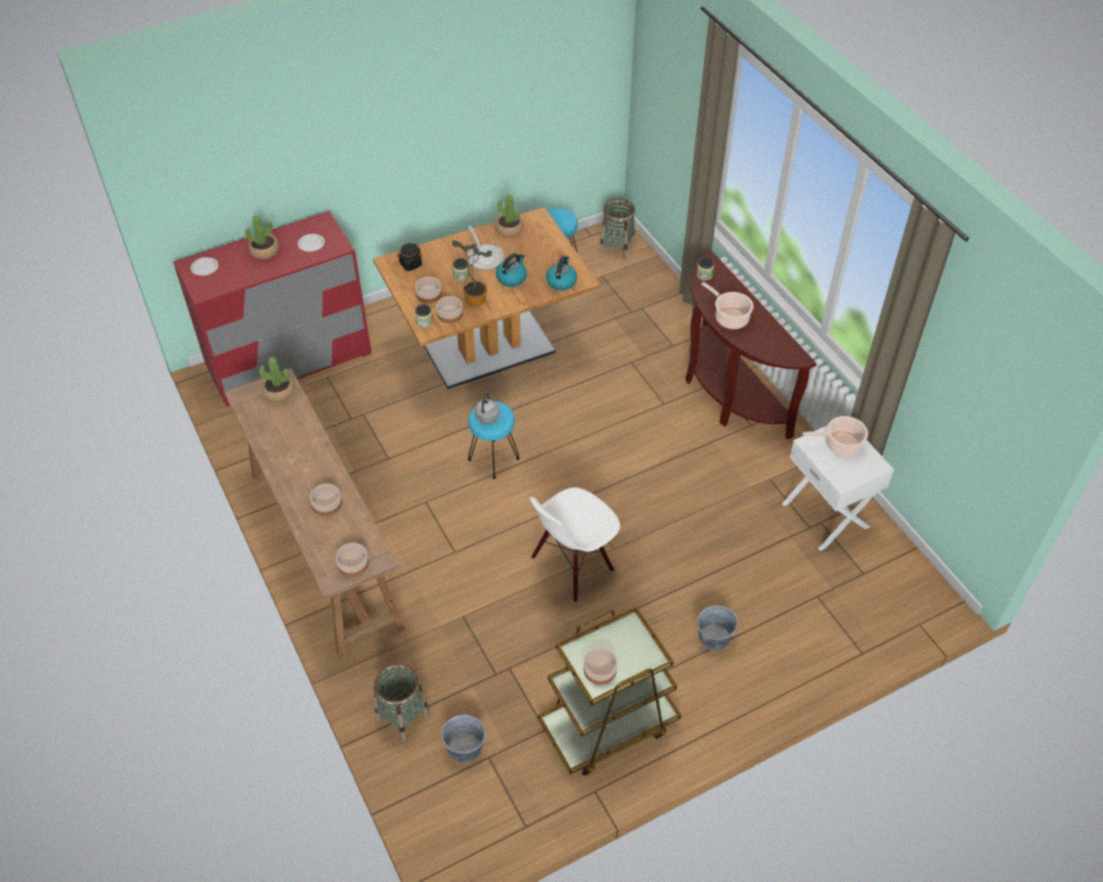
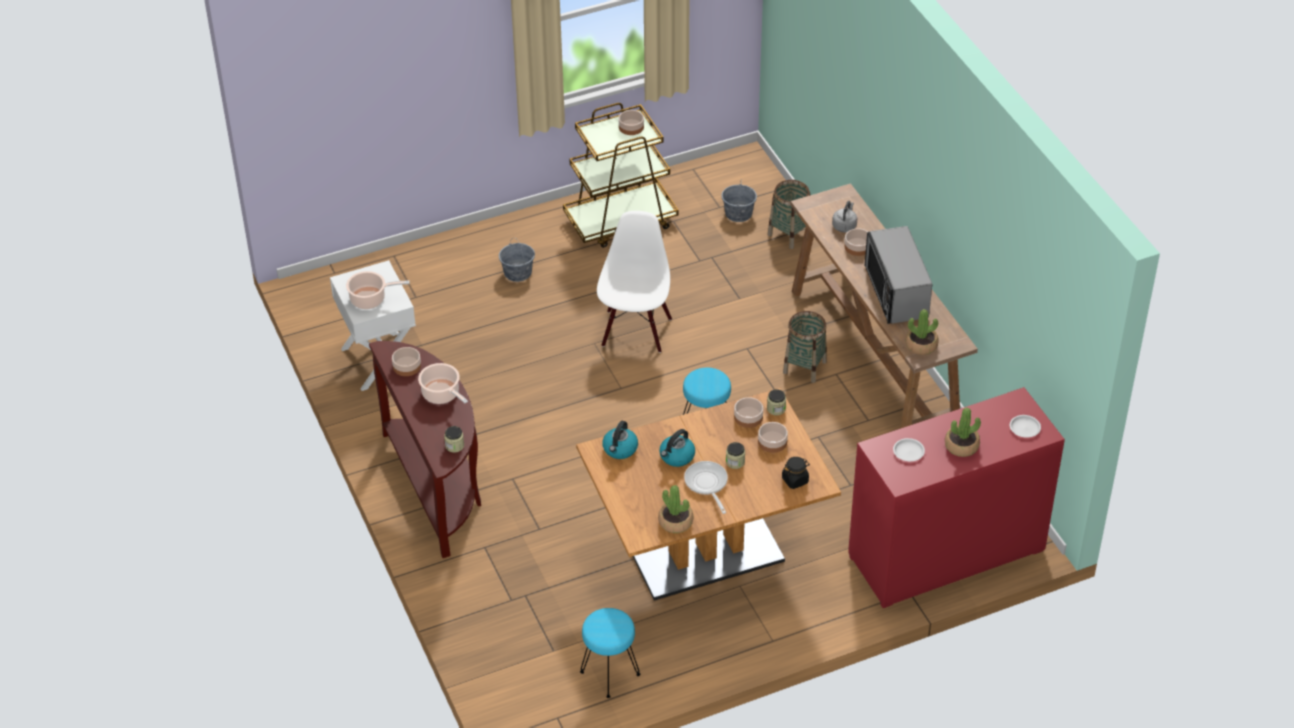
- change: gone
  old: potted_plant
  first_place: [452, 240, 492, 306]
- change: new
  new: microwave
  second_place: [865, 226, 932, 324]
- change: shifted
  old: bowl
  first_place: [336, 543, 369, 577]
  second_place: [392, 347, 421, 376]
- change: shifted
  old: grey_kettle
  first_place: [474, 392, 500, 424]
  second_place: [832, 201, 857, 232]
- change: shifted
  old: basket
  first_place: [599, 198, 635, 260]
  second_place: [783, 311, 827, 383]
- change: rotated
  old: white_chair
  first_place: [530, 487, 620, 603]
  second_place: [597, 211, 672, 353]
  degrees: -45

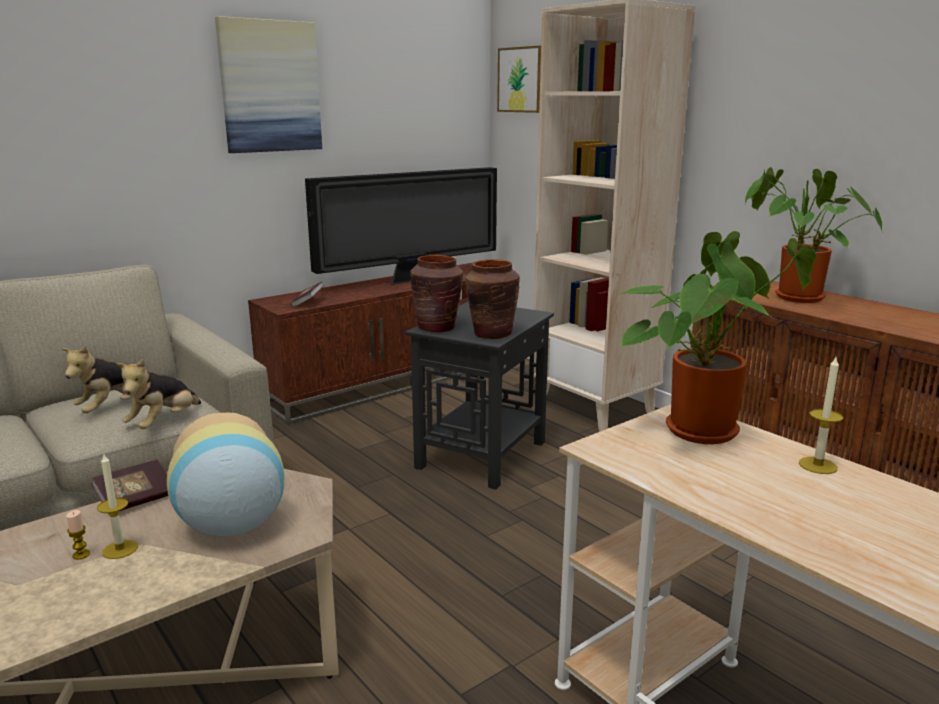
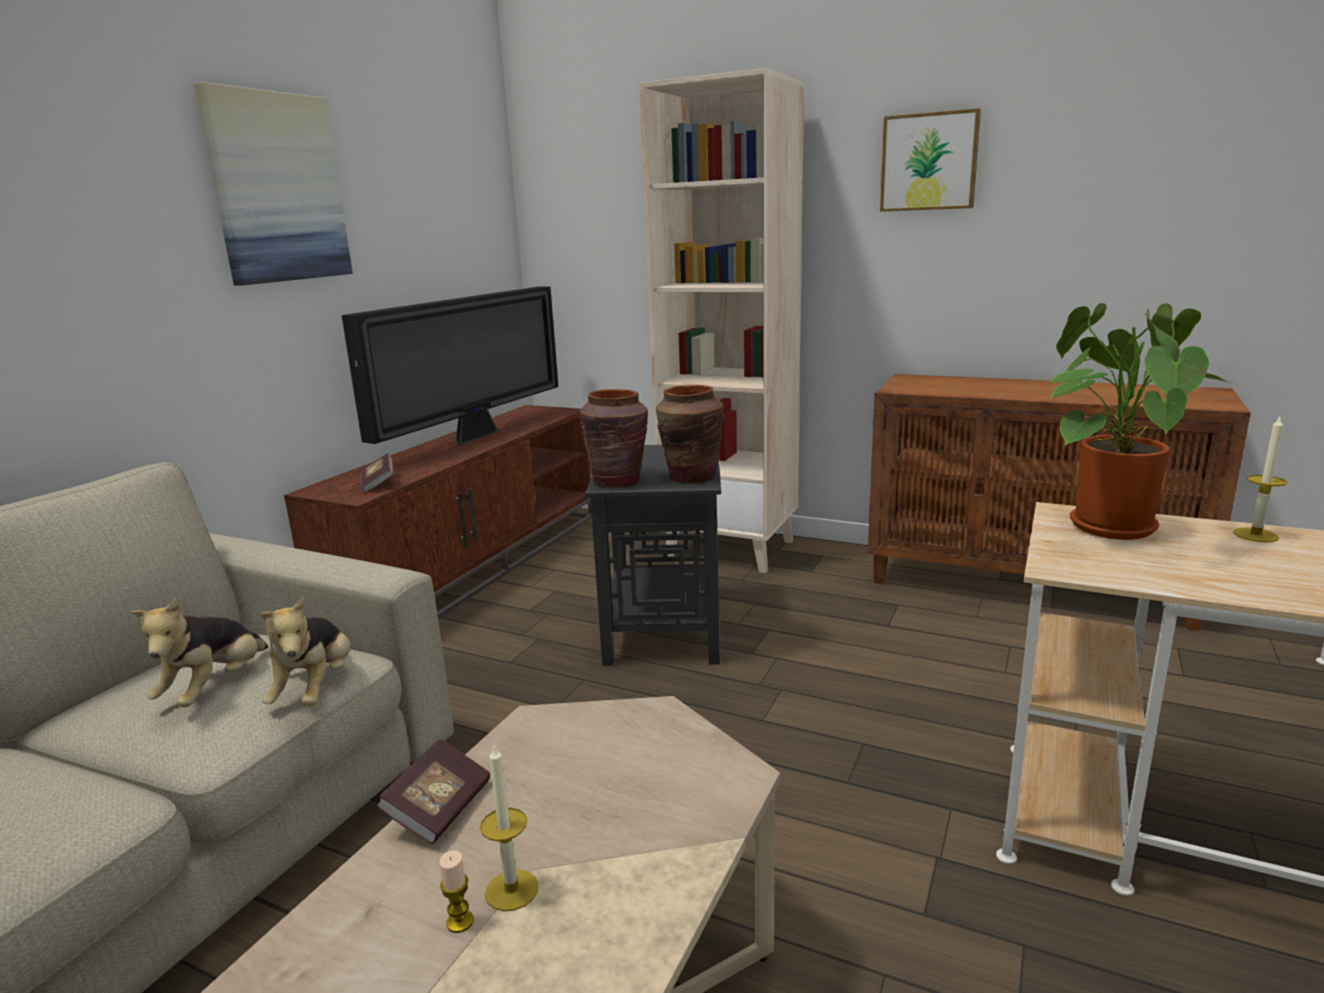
- change: gone
  old: vase
  first_place: [167, 413, 285, 536]
- change: gone
  old: potted_plant
  first_place: [745, 167, 882, 303]
- change: shifted
  old: picture
  first_place: [497, 45, 541, 113]
  second_place: [880, 108, 981, 212]

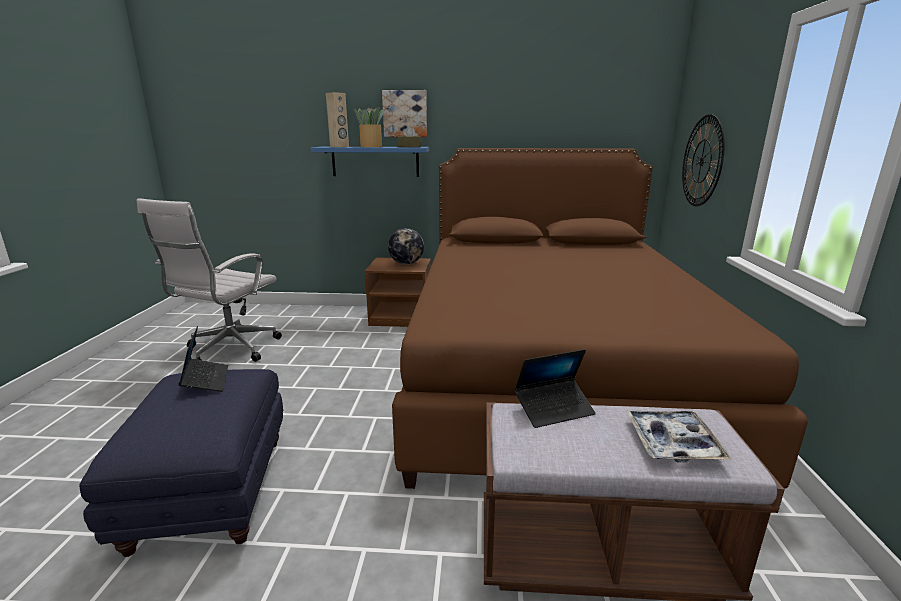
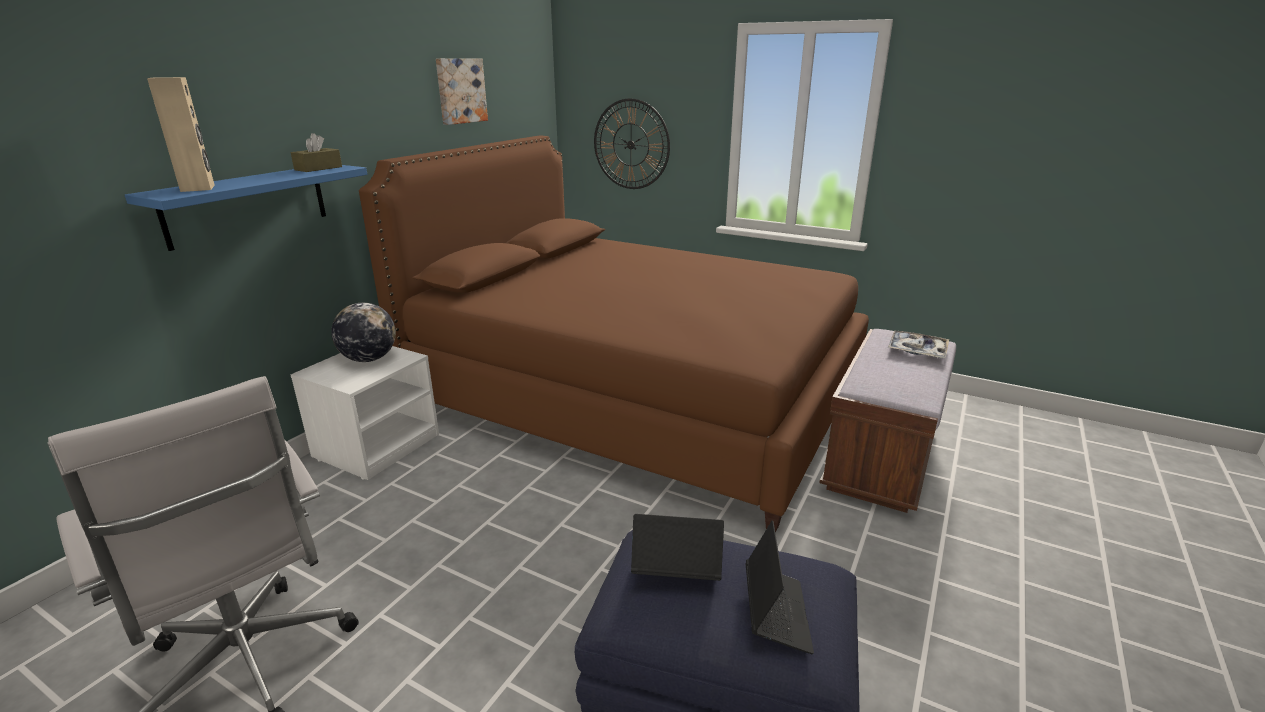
- change: gone
  old: potted_plant
  first_place: [354, 107, 384, 147]
- change: shifted
  old: picture
  first_place: [382, 90, 427, 137]
  second_place: [436, 58, 488, 125]
- change: shifted
  old: laptop
  first_place: [514, 349, 596, 428]
  second_place: [746, 521, 814, 655]
- change: repainted
  old: brown_nightstand
  new: white_nightstand
  first_place: [365, 258, 431, 327]
  second_place: [291, 346, 439, 480]

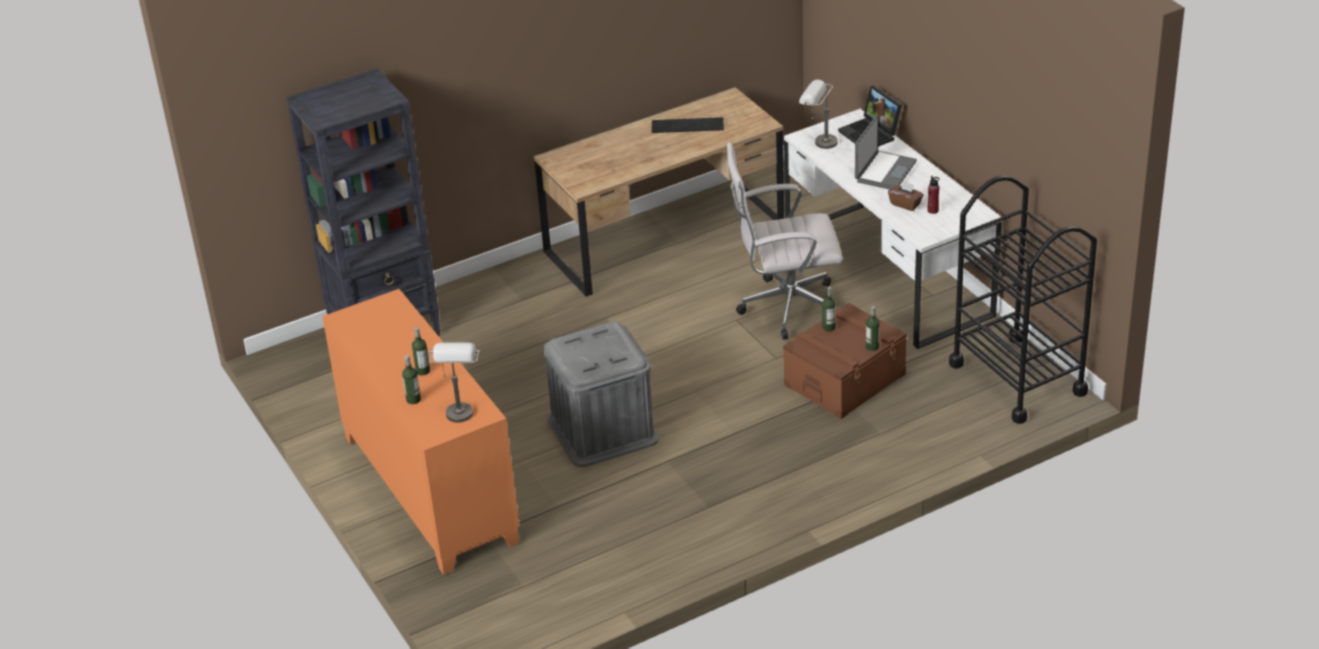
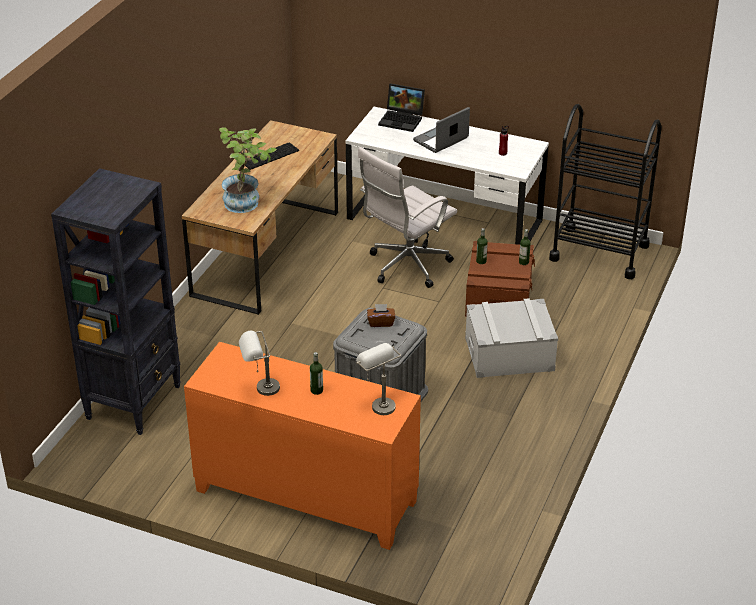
- change: gone
  old: bottle
  first_place: [402, 355, 421, 404]
- change: new
  new: potted_plant
  second_place: [219, 128, 277, 213]
- change: new
  new: grey_storage_box
  second_place: [465, 298, 558, 378]
- change: shifted
  old: grey_table_lamp
  first_place: [799, 80, 838, 149]
  second_place: [239, 331, 280, 396]
- change: shifted
  old: brown_tissue_box
  first_place: [888, 181, 924, 211]
  second_place: [367, 304, 395, 327]
- change: rotated
  old: laptop
  first_place: [855, 115, 917, 190]
  second_place: [413, 107, 470, 153]
  degrees: -120

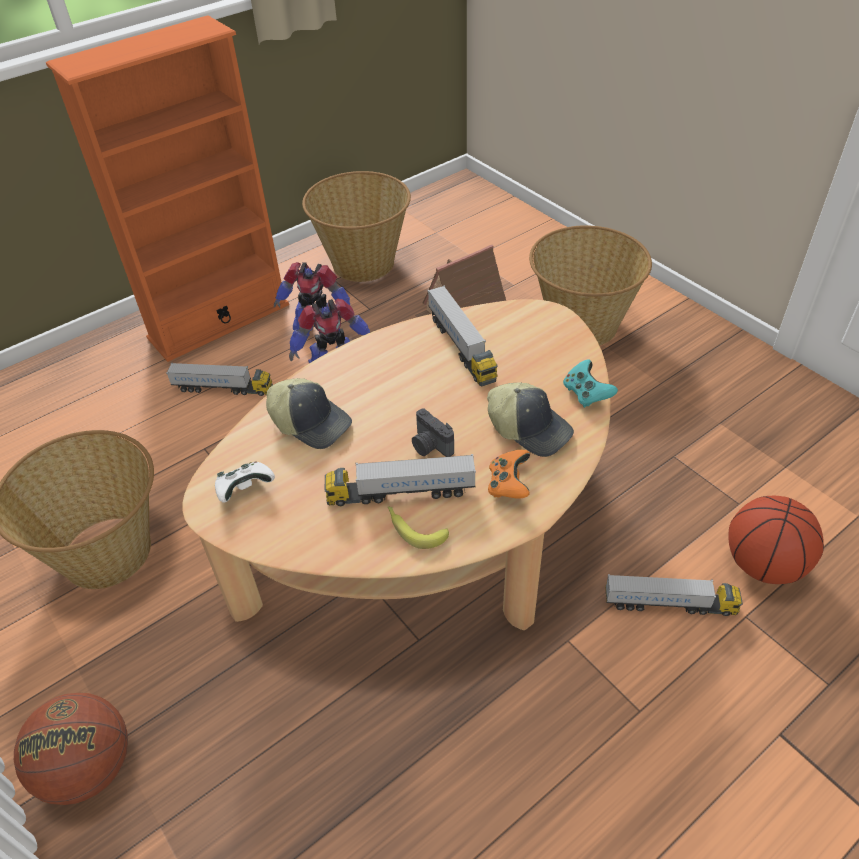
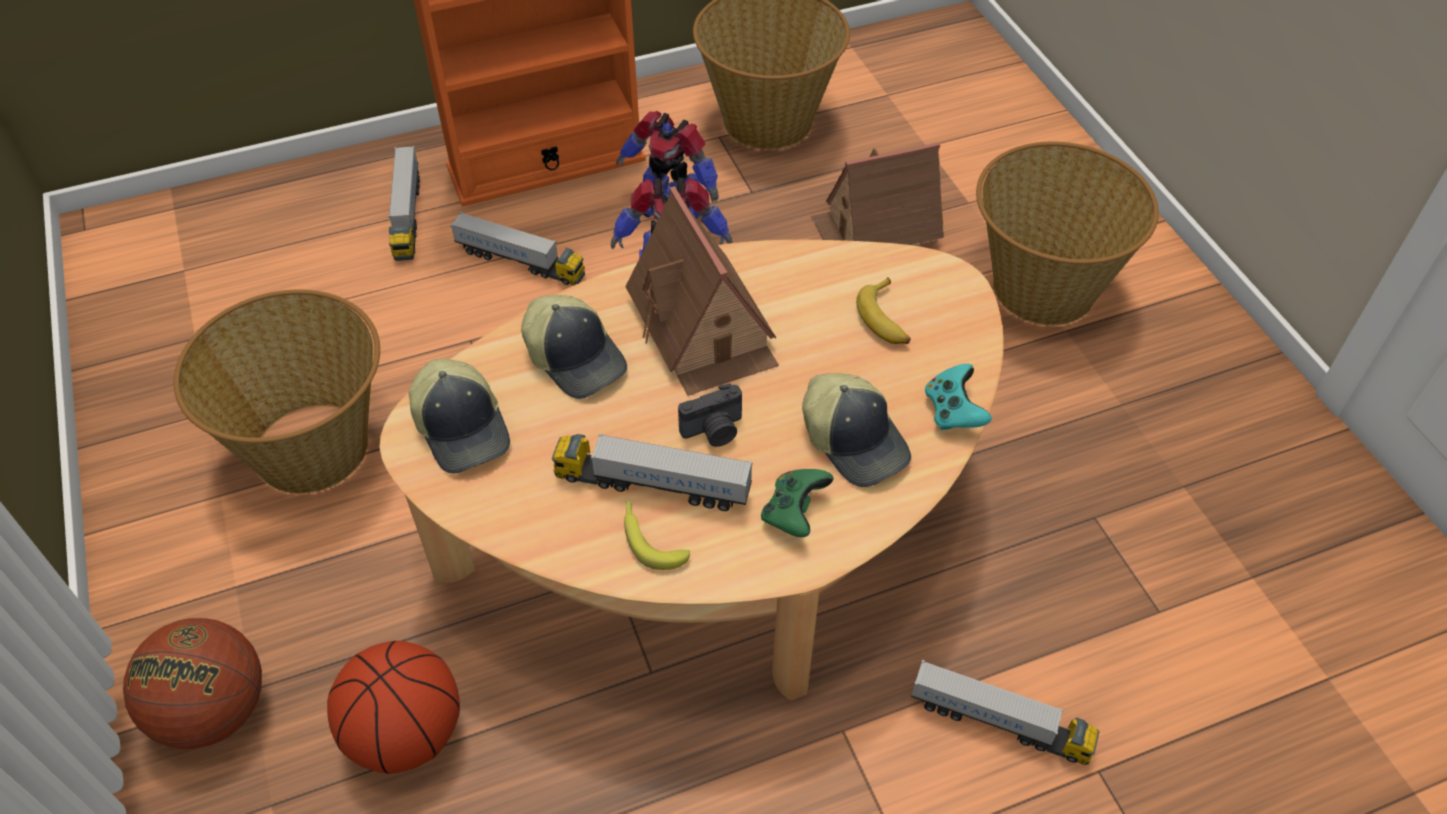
- change: new
  new: toy_house
  second_place: [625, 186, 779, 396]
- change: new
  new: banana
  second_place: [856, 277, 911, 344]
- change: shifted
  old: toy_truck
  first_place: [427, 285, 498, 386]
  second_place: [388, 146, 420, 261]
- change: shifted
  old: basketball
  first_place: [728, 496, 824, 584]
  second_place: [327, 641, 460, 774]
- change: swapped
  old: white_game_controller
  new: cap
  first_place: [215, 461, 275, 502]
  second_place: [409, 359, 510, 473]
- change: repainted
  old: orange_game_controller
  new: green_game_controller
  first_place: [488, 450, 530, 499]
  second_place: [761, 469, 834, 537]
- change: rotated
  old: photo_camera
  first_place: [412, 408, 454, 457]
  second_place: [678, 383, 742, 447]
  degrees: -90

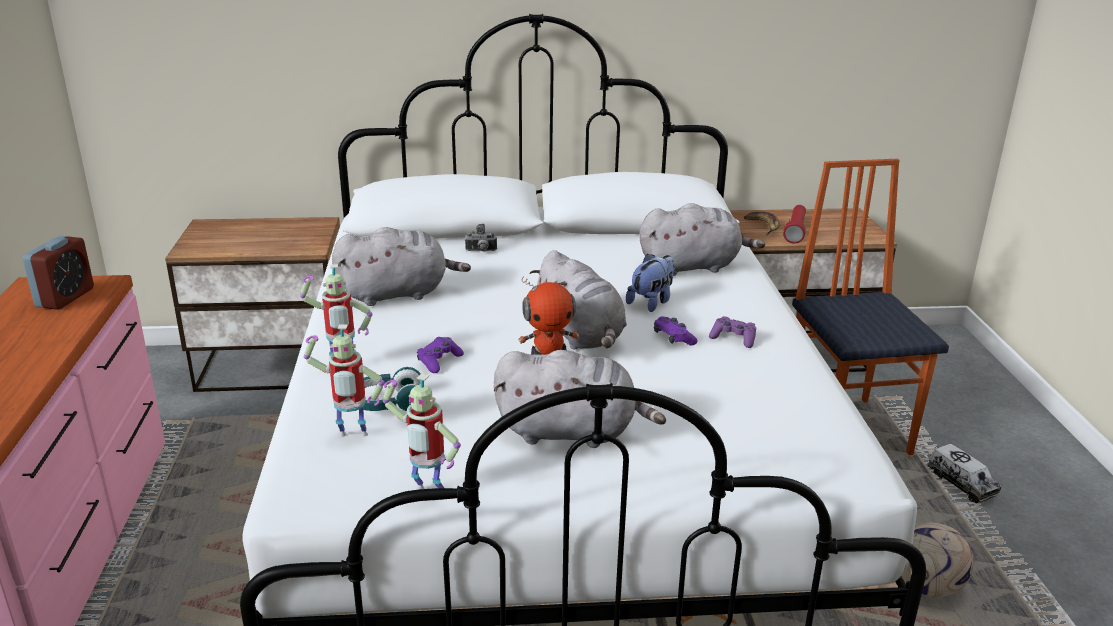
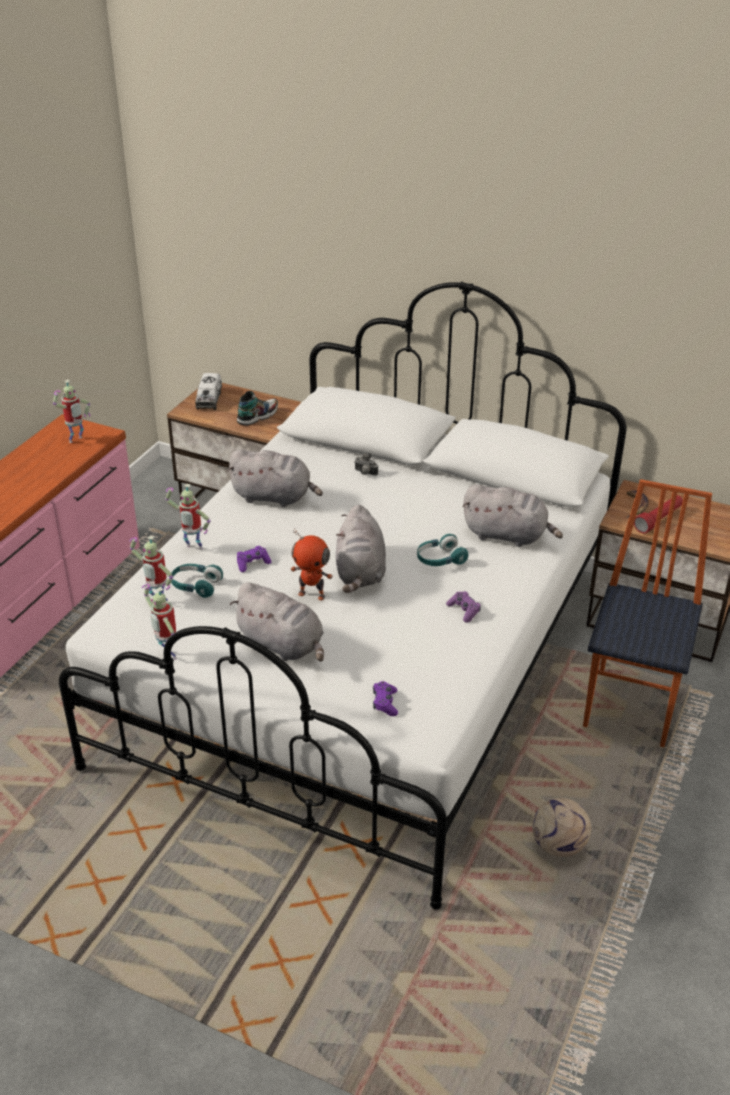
- change: new
  new: shoe
  second_place: [237, 391, 278, 426]
- change: shifted
  old: purple_game_controller
  first_place: [654, 317, 698, 345]
  second_place: [373, 681, 398, 716]
- change: shifted
  old: toy_truck
  first_place: [927, 444, 1001, 503]
  second_place: [195, 373, 222, 410]
- change: swapped
  old: alarm_clock
  new: toy_robot
  first_place: [23, 236, 94, 310]
  second_place: [53, 380, 91, 443]
- change: swapped
  old: plush_toy
  new: turquoise_headphones
  first_place: [626, 253, 675, 312]
  second_place: [417, 534, 468, 566]

